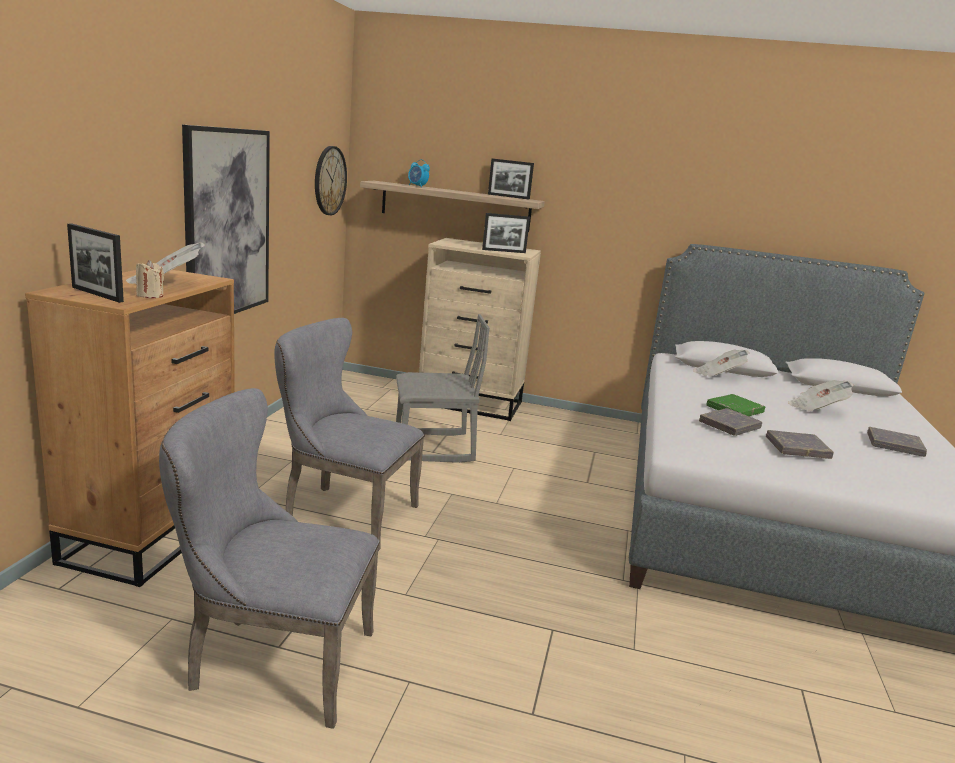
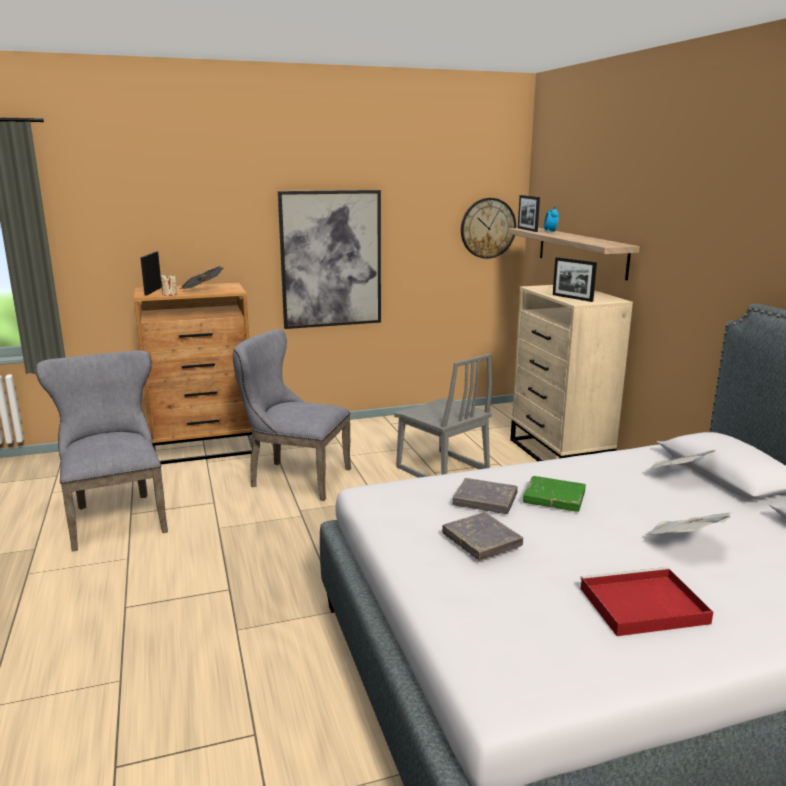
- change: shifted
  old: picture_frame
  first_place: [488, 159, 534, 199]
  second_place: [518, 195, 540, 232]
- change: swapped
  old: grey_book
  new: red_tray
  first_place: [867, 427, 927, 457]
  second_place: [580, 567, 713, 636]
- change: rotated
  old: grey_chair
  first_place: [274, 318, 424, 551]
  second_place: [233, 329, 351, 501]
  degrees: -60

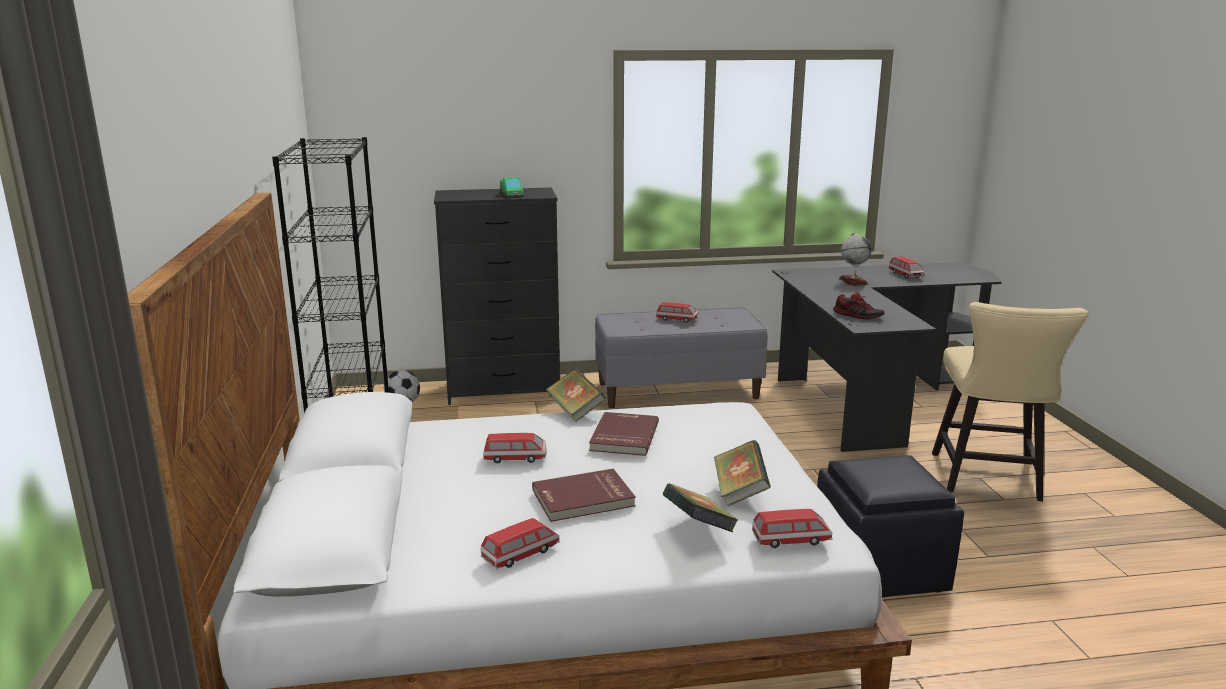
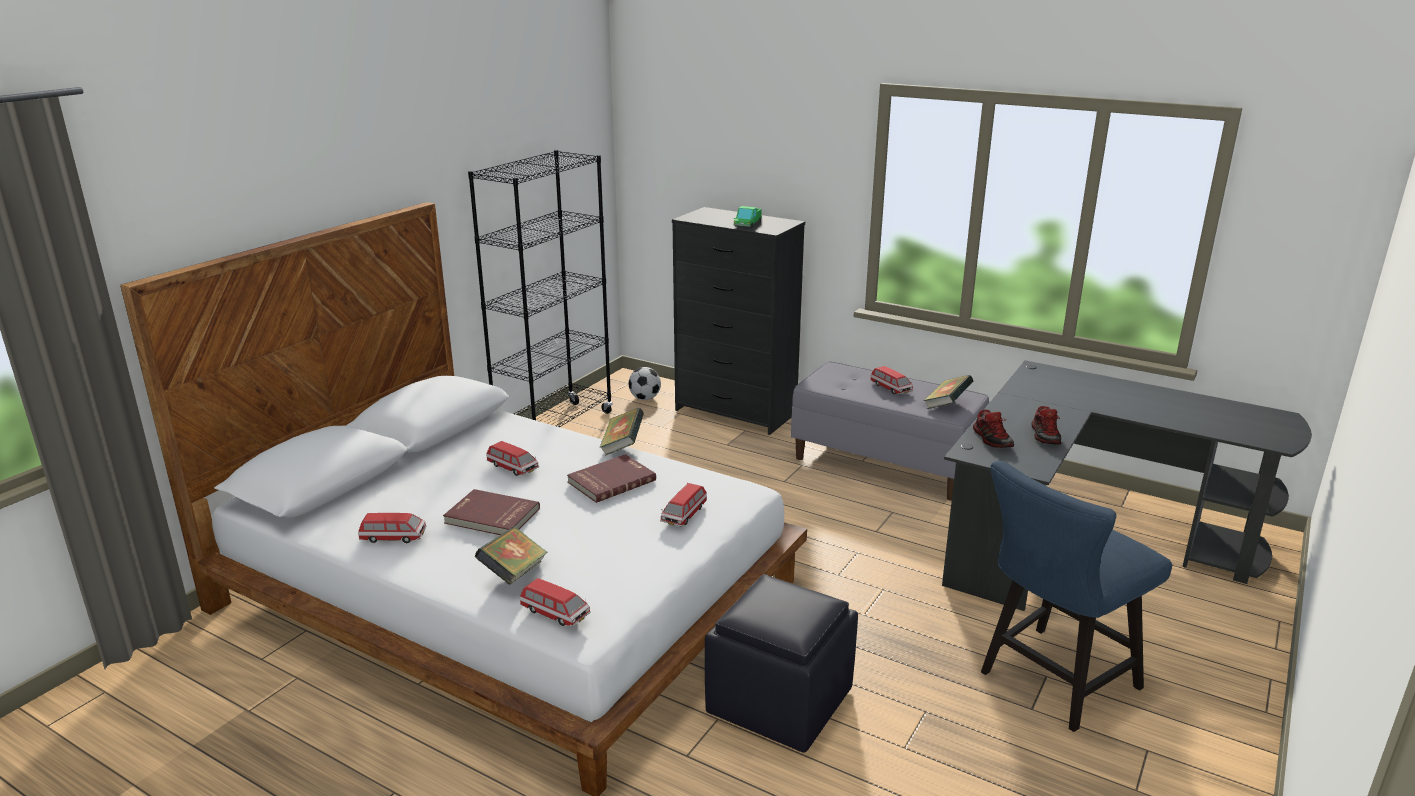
- change: gone
  old: globe
  first_place: [839, 232, 872, 286]
- change: new
  new: shoe
  second_place: [1031, 406, 1062, 445]
- change: shifted
  old: book
  first_place: [713, 440, 771, 506]
  second_place: [923, 375, 974, 409]
- change: shifted
  old: toy_car
  first_place: [889, 257, 925, 279]
  second_place: [660, 483, 707, 527]
- change: repainted
  old: beige_chair
  new: blue_chair
  first_place: [932, 302, 1089, 501]
  second_place: [981, 461, 1172, 732]

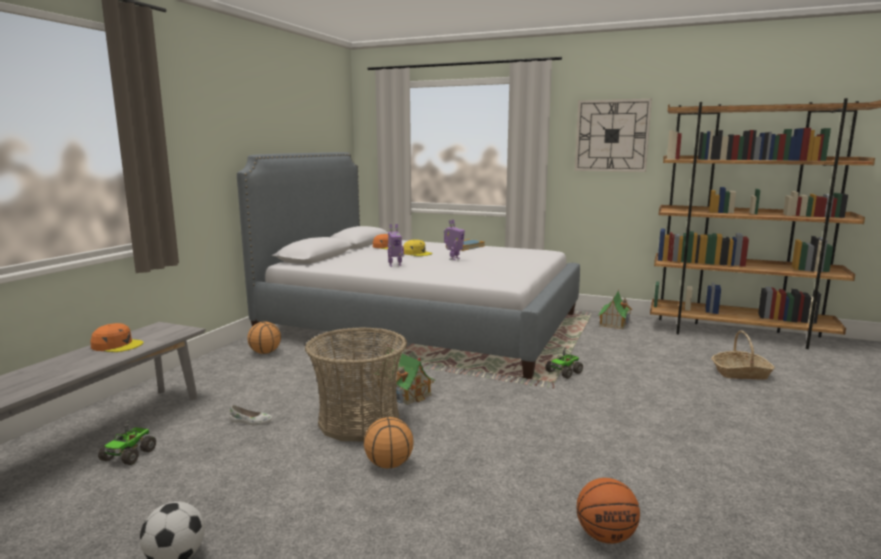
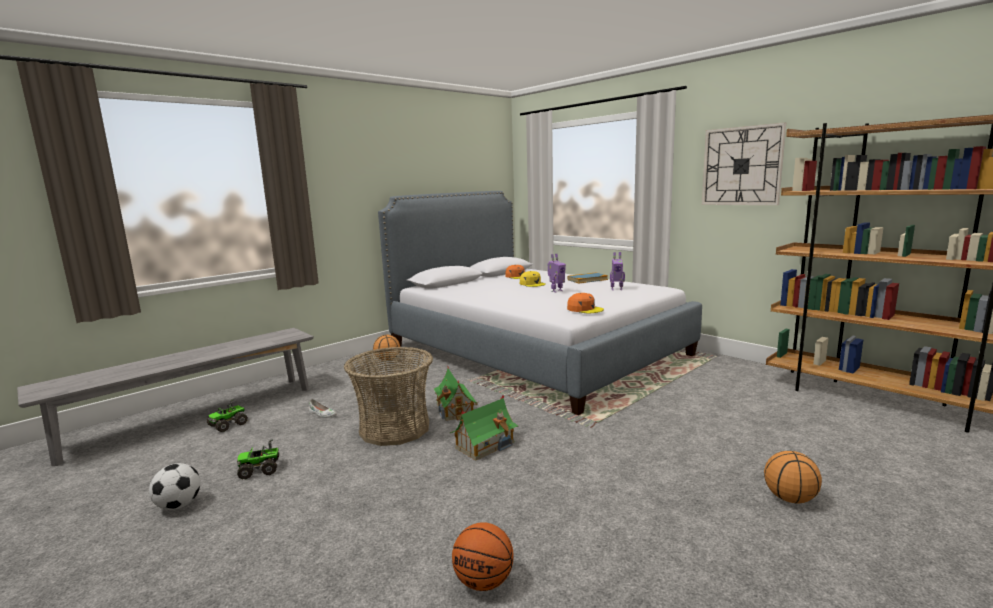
- change: gone
  old: basket
  first_place: [711, 330, 775, 380]
- change: shifted
  old: orange_cap
  first_place: [91, 323, 143, 352]
  second_place: [567, 293, 604, 313]
- change: shifted
  old: basketball
  first_place: [364, 417, 414, 468]
  second_place: [764, 451, 822, 503]
- change: shifted
  old: toy_robot
  first_place: [388, 224, 404, 267]
  second_place: [610, 252, 625, 290]
- change: shifted
  old: toy_truck
  first_place: [545, 347, 583, 379]
  second_place: [237, 439, 279, 479]
- change: shifted
  old: toy_house
  first_place: [598, 288, 632, 329]
  second_place: [450, 395, 518, 460]

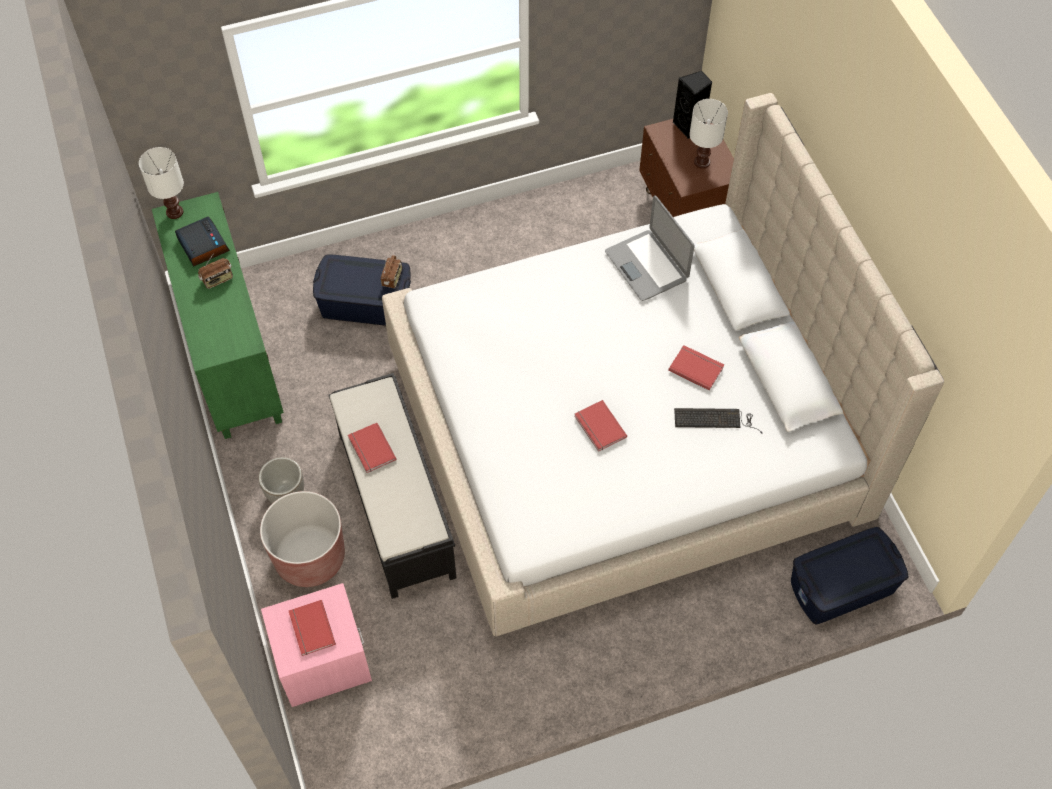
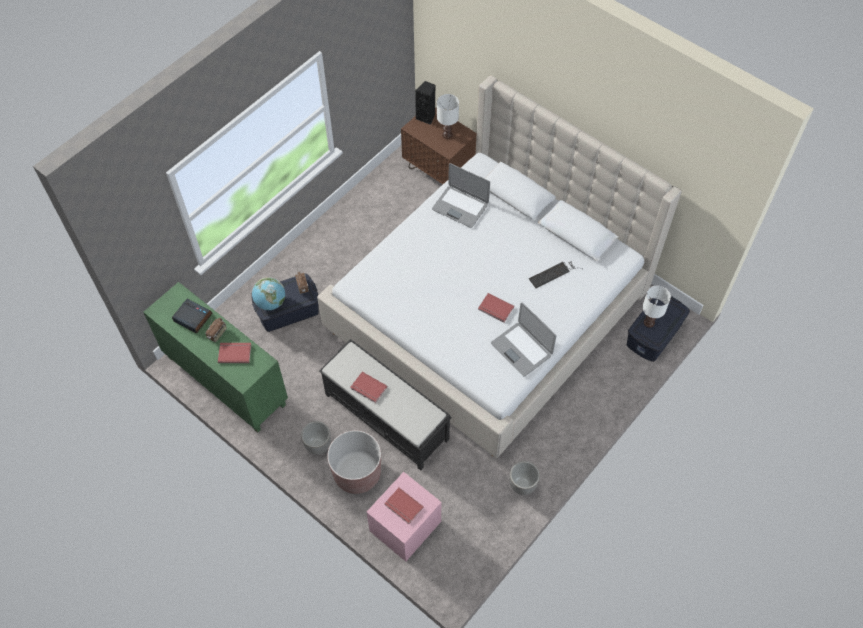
- change: new
  new: globe
  second_place: [252, 277, 285, 310]
- change: new
  new: laptop
  second_place: [491, 302, 556, 376]
- change: new
  new: planter
  second_place: [510, 461, 540, 495]
- change: shifted
  old: white_table_lamp
  first_place: [139, 147, 184, 219]
  second_place: [642, 286, 671, 328]
- change: shifted
  old: red_book
  first_place: [668, 345, 724, 390]
  second_place: [218, 343, 251, 363]

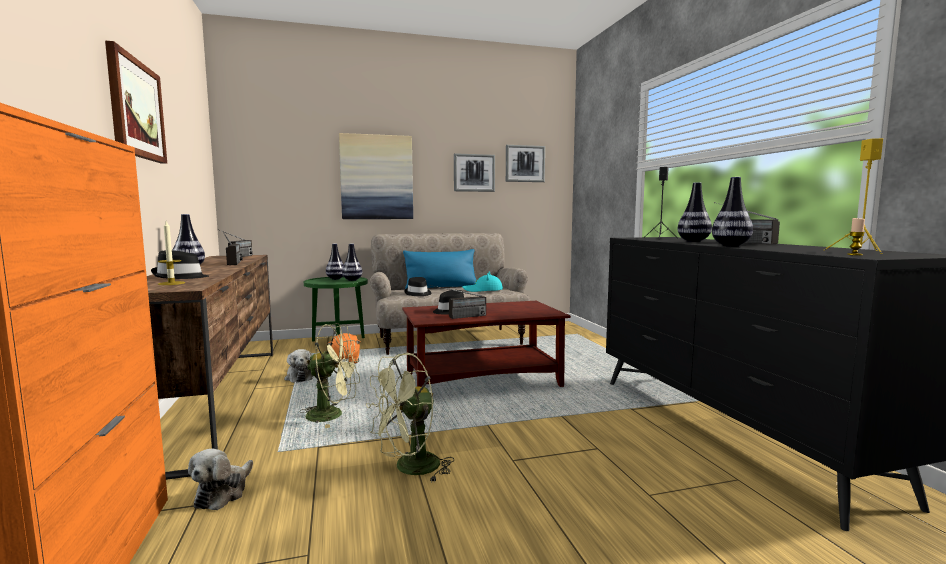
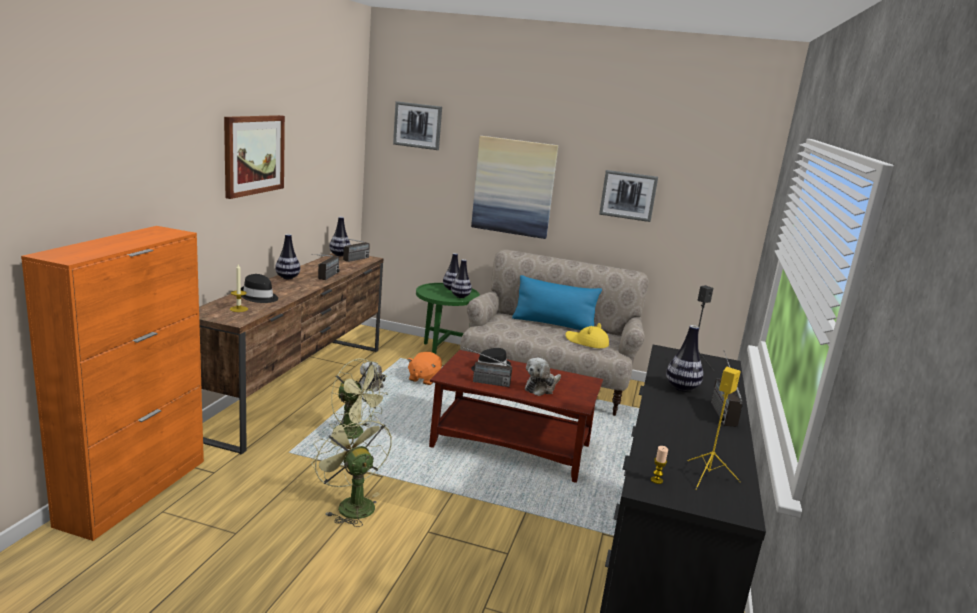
- change: gone
  old: black_hat
  first_place: [404, 277, 431, 296]
- change: shifted
  old: plush_toy
  first_place: [188, 449, 253, 510]
  second_place: [525, 358, 561, 396]
- change: shifted
  old: picture
  first_place: [506, 145, 545, 182]
  second_place: [393, 101, 442, 150]
- change: shifted
  old: vase
  first_place: [712, 177, 753, 246]
  second_place: [329, 217, 351, 256]
- change: repainted
  old: turquoise_hat
  new: yellow_hat
  first_place: [462, 272, 503, 292]
  second_place: [565, 323, 609, 348]
- change: rotated
  old: green_fan
  first_place: [366, 353, 454, 483]
  second_place: [311, 413, 392, 527]
  degrees: 60

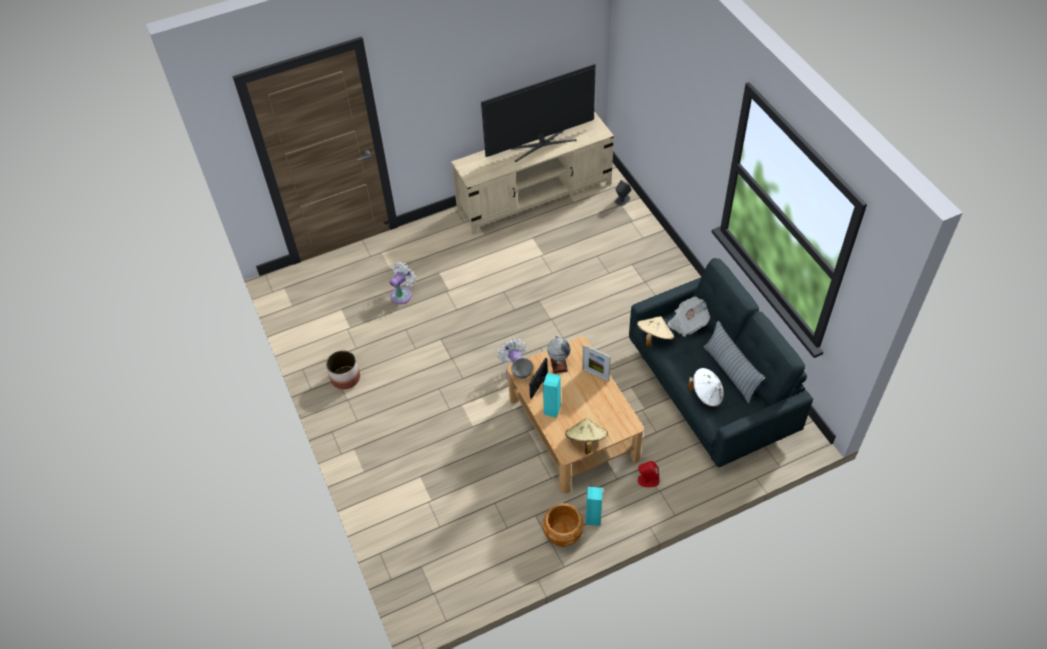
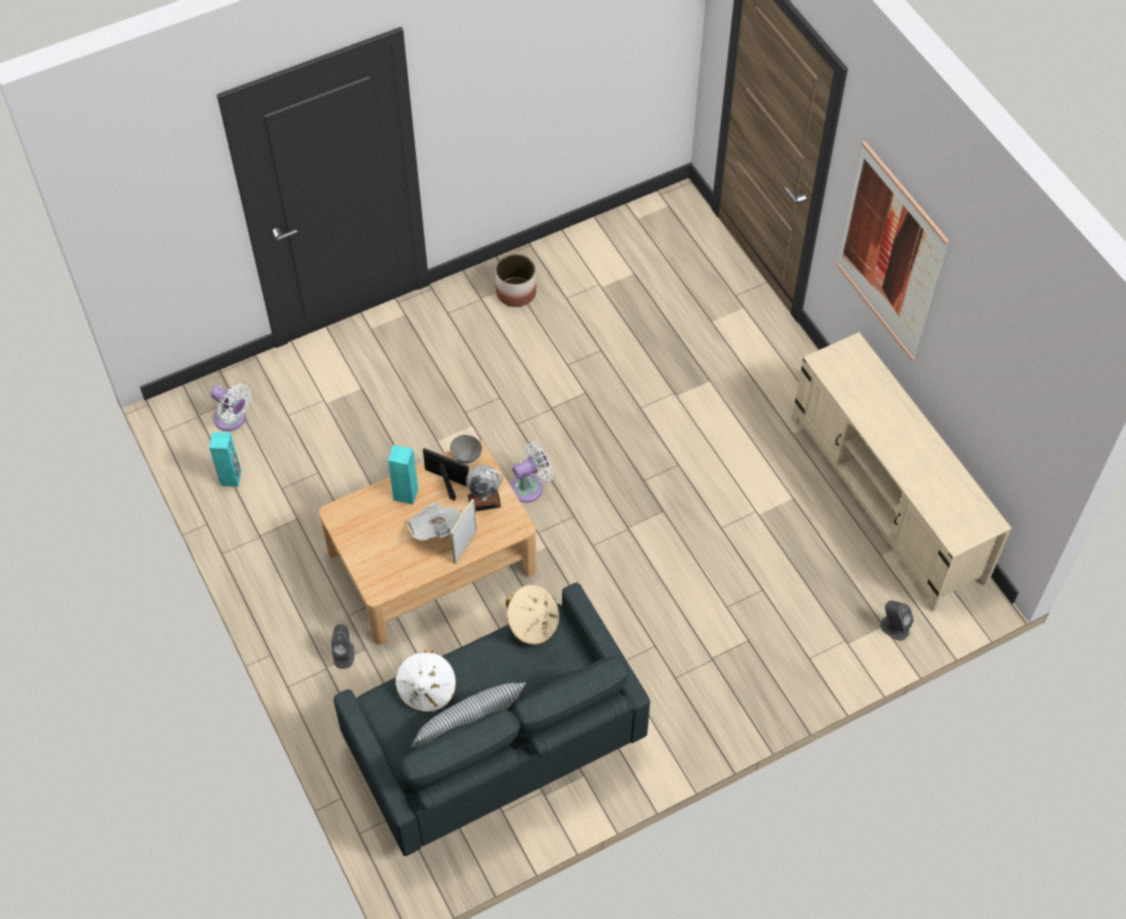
- change: gone
  old: television
  first_place: [481, 63, 596, 162]
- change: gone
  old: brown_planter
  first_place: [542, 503, 584, 547]
- change: gone
  old: beige_hat
  first_place: [565, 418, 608, 454]
- change: new
  new: picture
  second_place: [836, 141, 949, 361]
- change: shifted
  old: white_fan
  first_place: [389, 262, 416, 304]
  second_place: [211, 384, 251, 431]
- change: shifted
  old: turquoise_speaker
  first_place: [586, 487, 603, 526]
  second_place: [209, 432, 241, 487]
- change: shifted
  old: newspaper
  first_place: [668, 297, 710, 337]
  second_place: [407, 502, 462, 541]
- change: repainted
  old: red_speaker
  new: grey_speaker
  first_place: [638, 461, 659, 487]
  second_place: [331, 624, 355, 669]

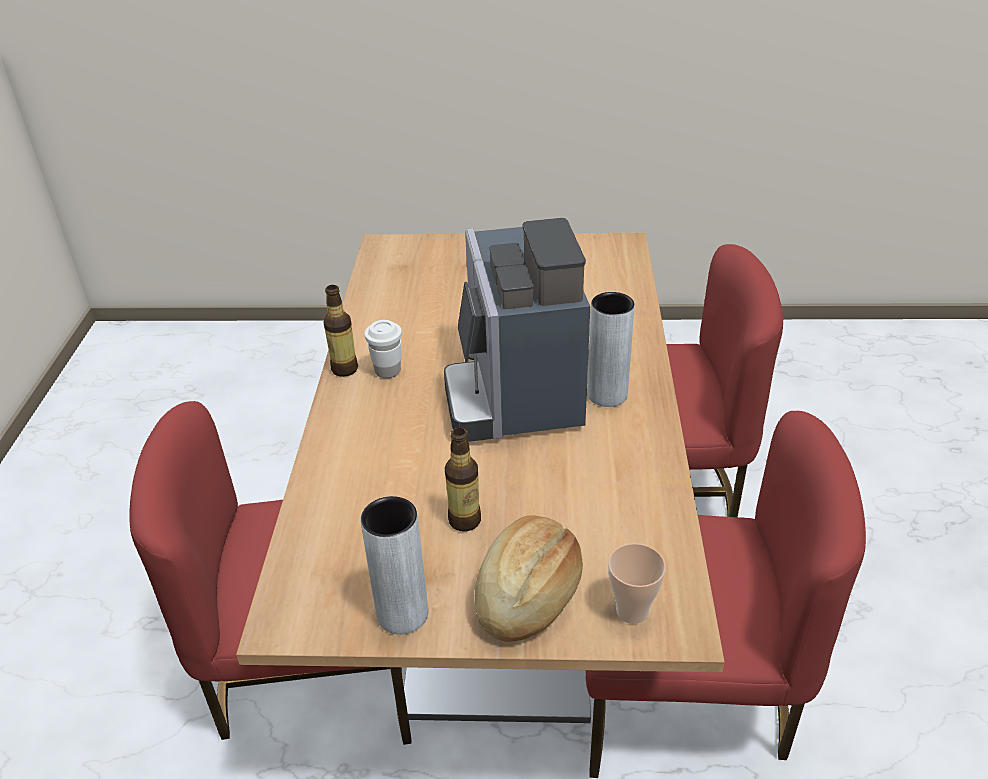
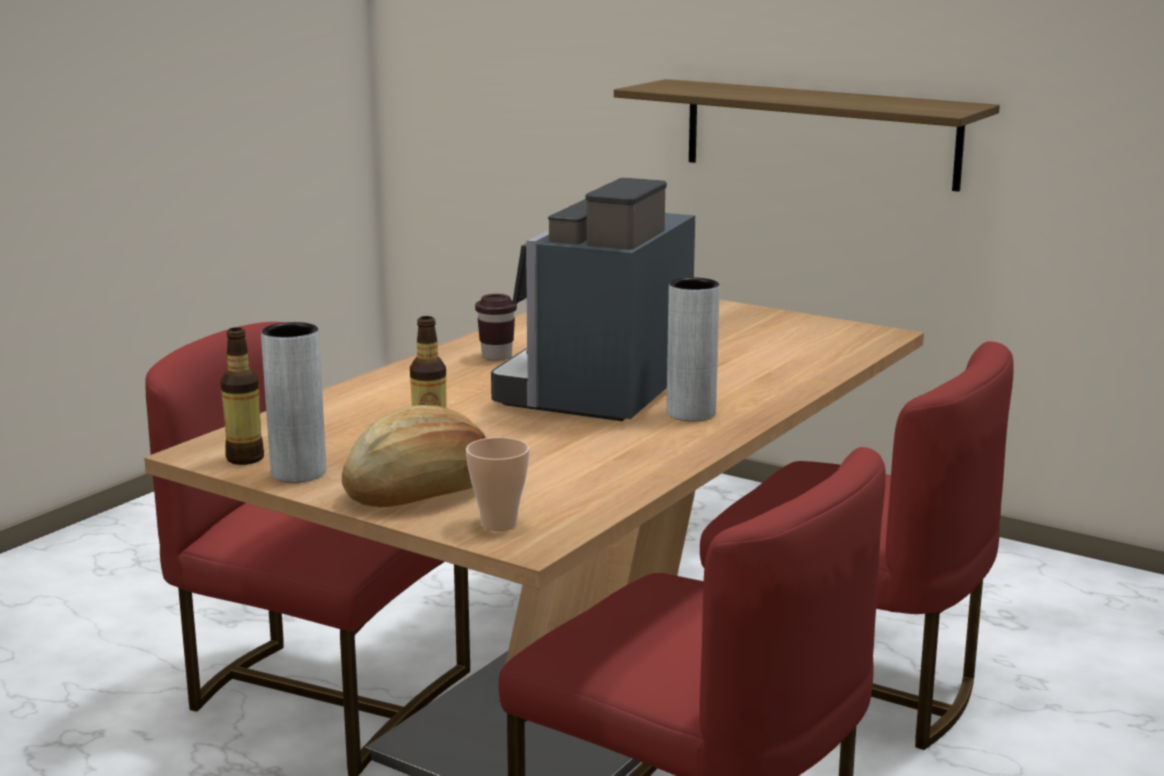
- change: new
  new: shelf
  second_place: [614, 79, 1000, 192]
- change: shifted
  old: bottle
  first_place: [324, 285, 358, 377]
  second_place: [220, 327, 264, 465]
- change: repainted
  old: white_cup
  new: brown_cup
  first_place: [365, 320, 402, 378]
  second_place: [475, 294, 517, 361]

